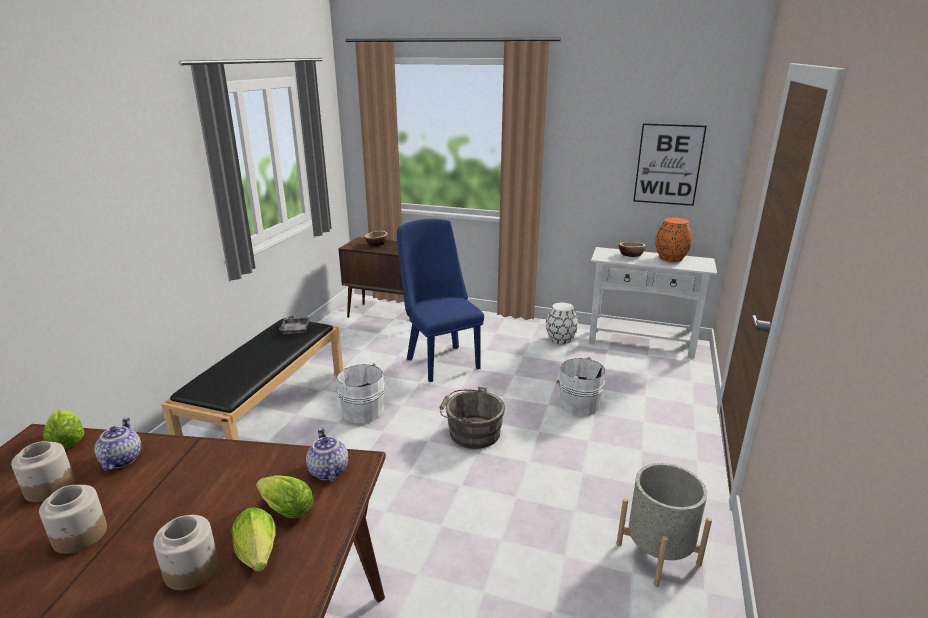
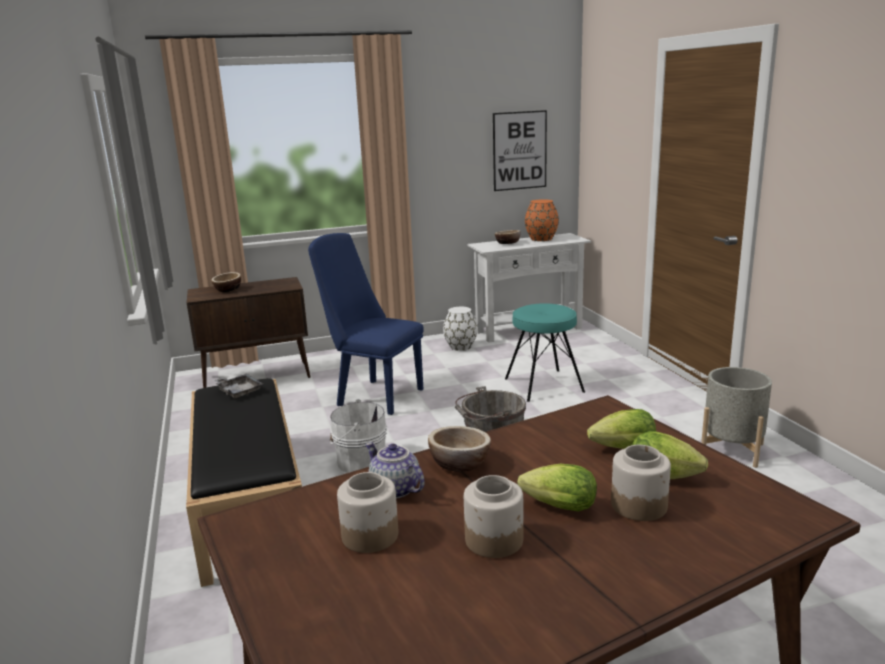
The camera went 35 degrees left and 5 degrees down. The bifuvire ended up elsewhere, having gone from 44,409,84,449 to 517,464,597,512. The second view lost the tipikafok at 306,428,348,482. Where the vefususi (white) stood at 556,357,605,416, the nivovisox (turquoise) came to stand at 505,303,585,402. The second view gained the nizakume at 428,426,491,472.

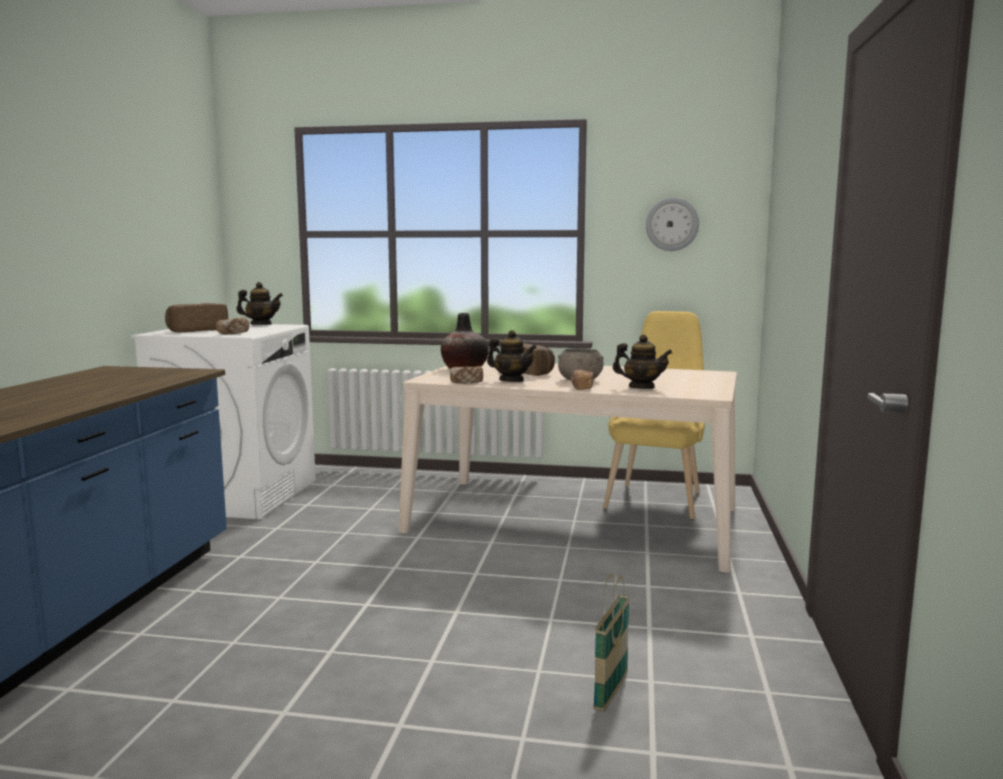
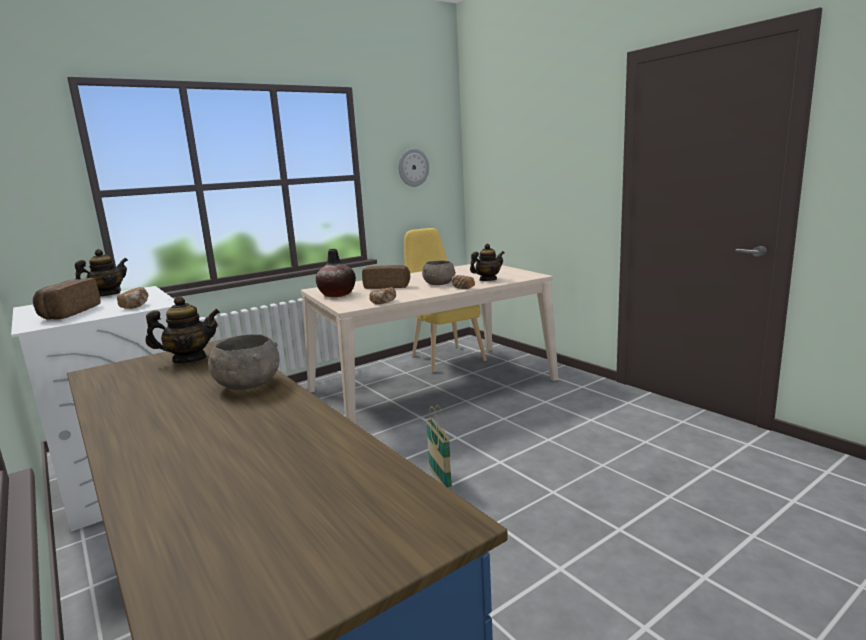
The camera went 45 degrees left and 5 degrees up. The tipikafok ended up elsewhere, having gone from 487,330,537,382 to 146,296,220,363. The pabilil ended up elsewhere, having gone from 593,574,630,712 to 426,405,452,489. The second view gained the nizakume (grey) at 208,334,279,390.

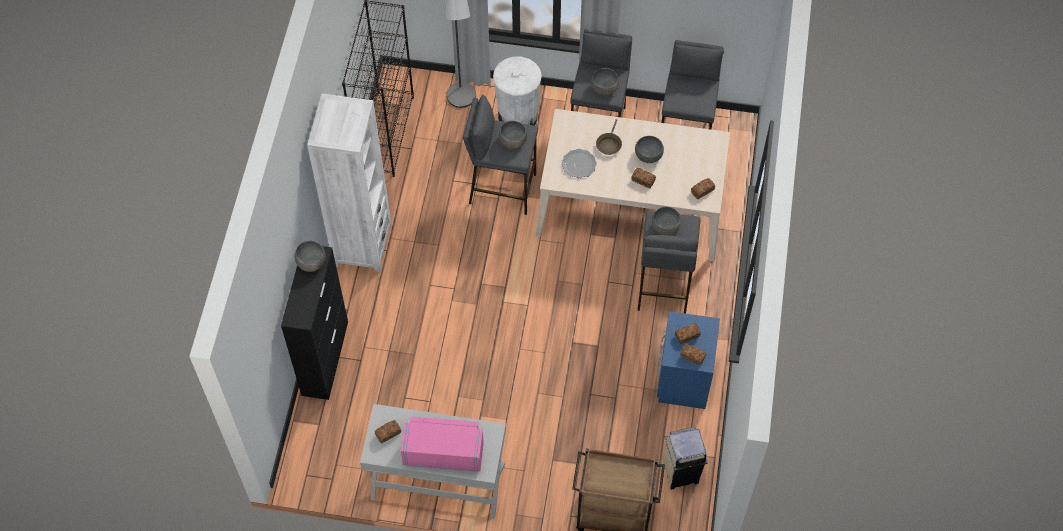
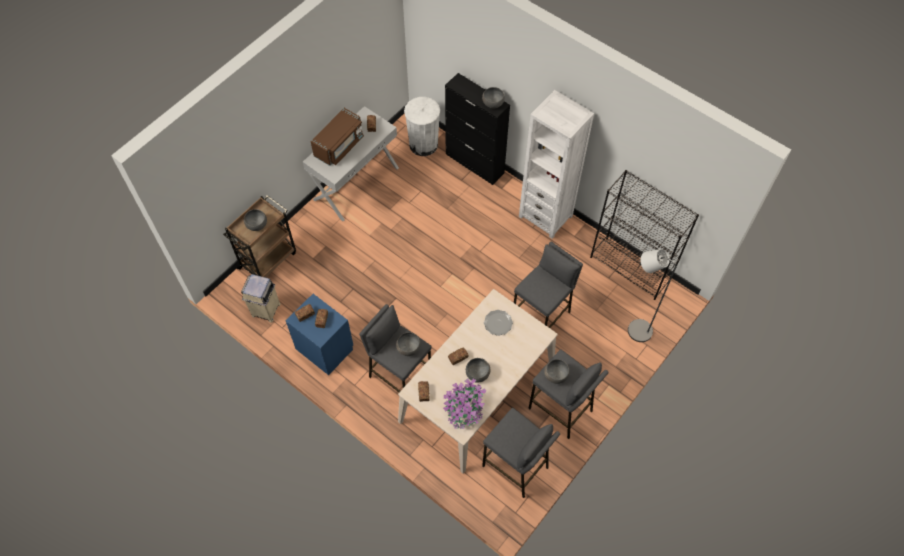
The camera went 120 degrees right and 0 degrees up. What was the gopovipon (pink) at 400,416,484,472 turned into the gopovipon (brown) at 311,108,364,166. The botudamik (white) ended up elsewhere, having gone from 493,57,542,126 to 404,97,440,156. The nizakume (grey) ended up elsewhere, having gone from 499,121,527,149 to 244,209,267,231. The second view lost the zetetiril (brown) at 596,119,622,155. The second view gained the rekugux at 443,379,486,429.

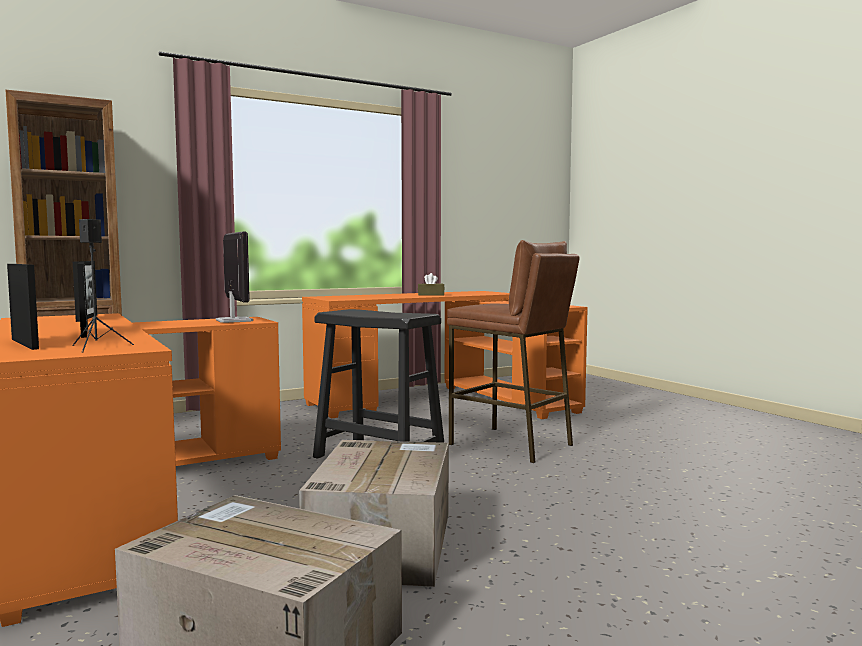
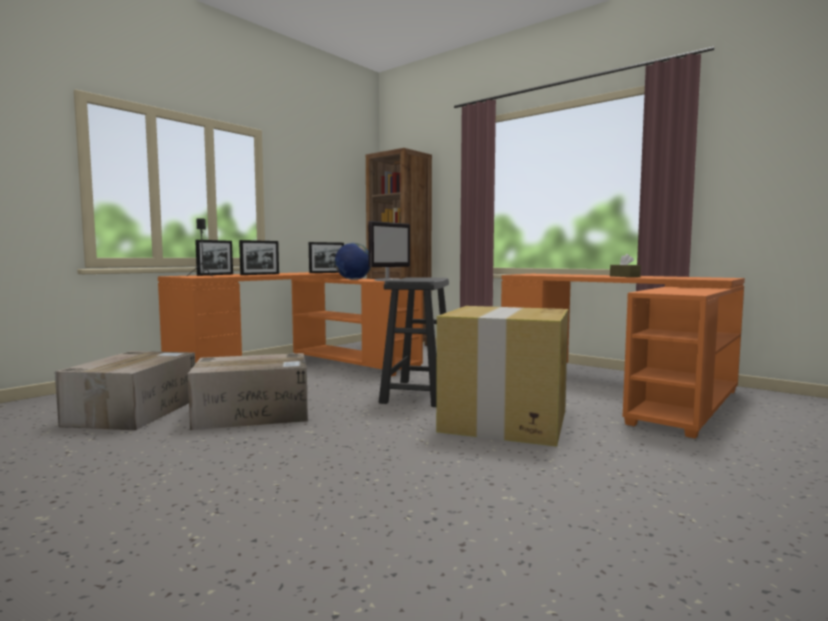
The camera went 70 degrees right and 0 degrees up. Where the nivovisox (brown) stood at 447,240,580,463, the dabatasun came to stand at 436,306,568,447. The second view gained the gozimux at 335,243,371,280.

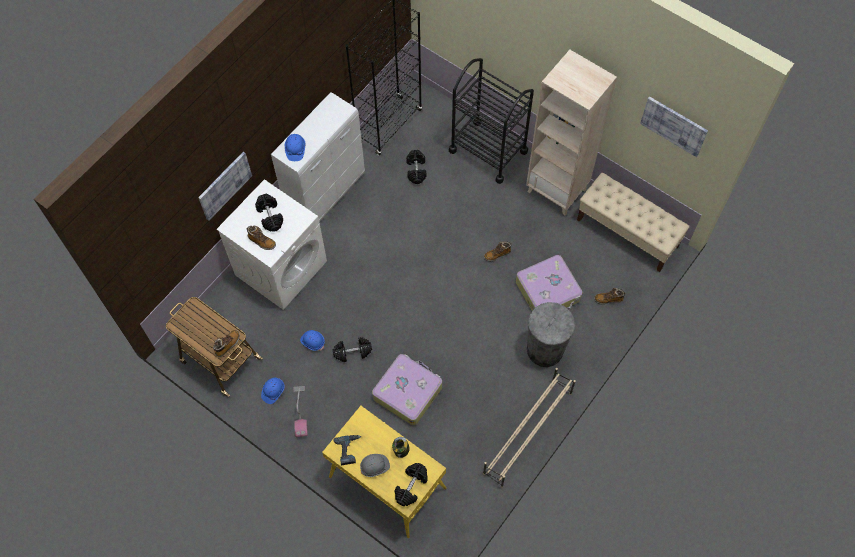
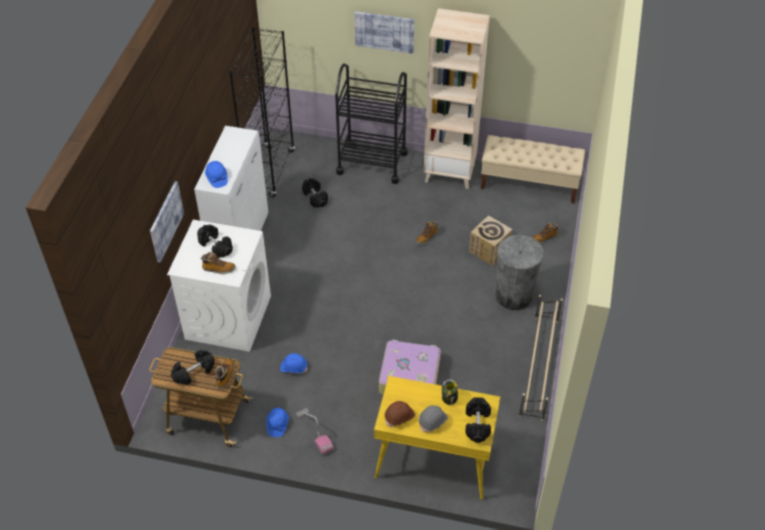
The camera went 25 degrees left and 15 degrees down. The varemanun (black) ended up elsewhere, having gone from 333,337,372,362 to 171,350,215,385. Where the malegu stood at 333,435,361,465, the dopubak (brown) came to stand at 385,401,415,427. Where the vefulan stood at 516,255,582,311, the dabatasun came to stand at 469,215,512,266. The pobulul ended up elsewhere, having gone from 640,96,708,157 to 355,11,414,54.

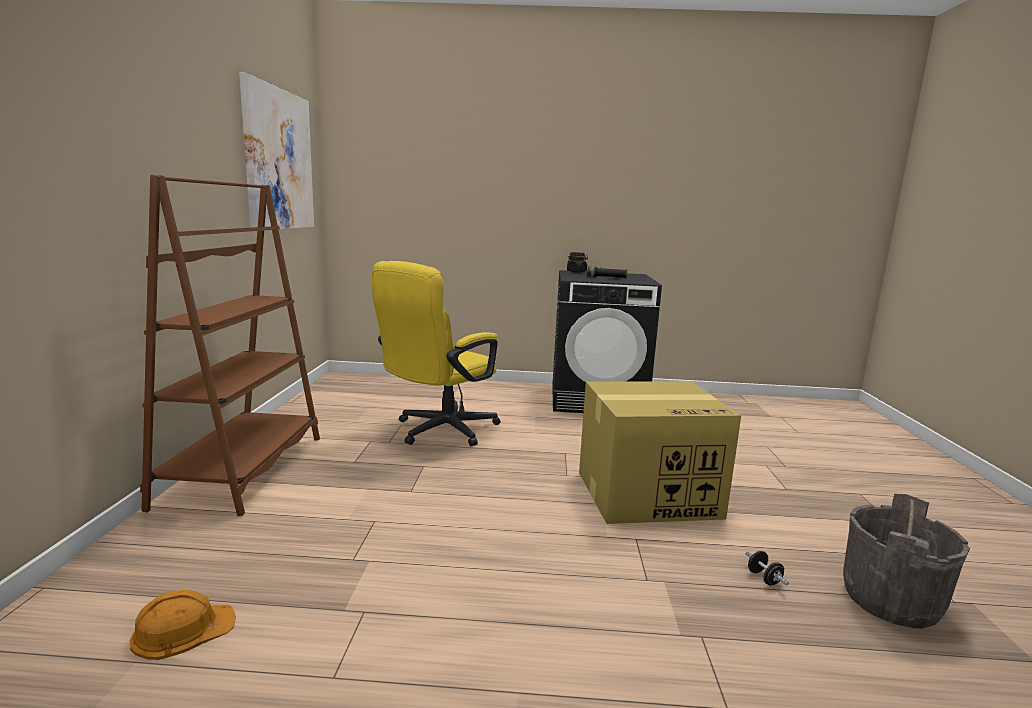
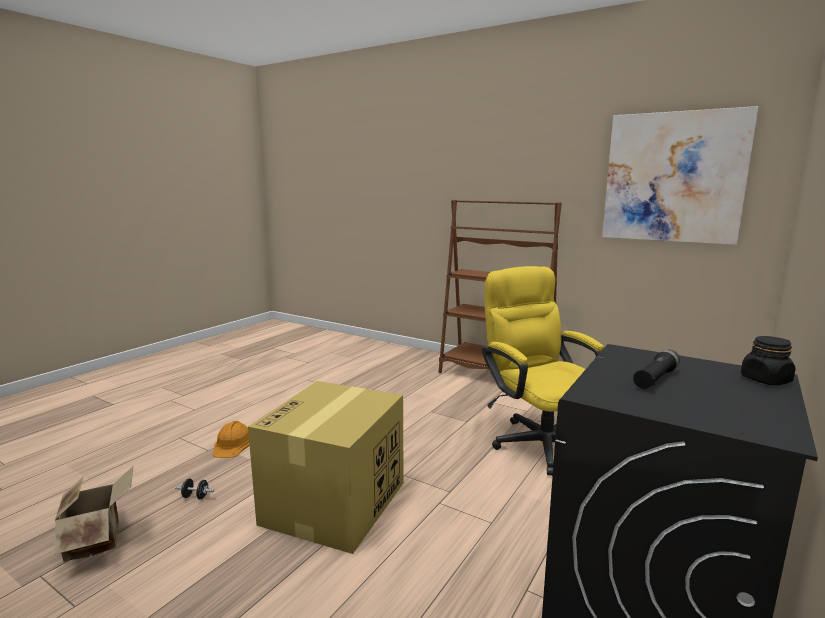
The camera went 120 degrees right and 0 degrees up. The dopubak (orange) ended up elsewhere, having gone from 130,590,236,660 to 213,421,250,458. Where the vefususi (grey) stood at 843,494,970,628, the dabatasun came to stand at 54,467,133,562.

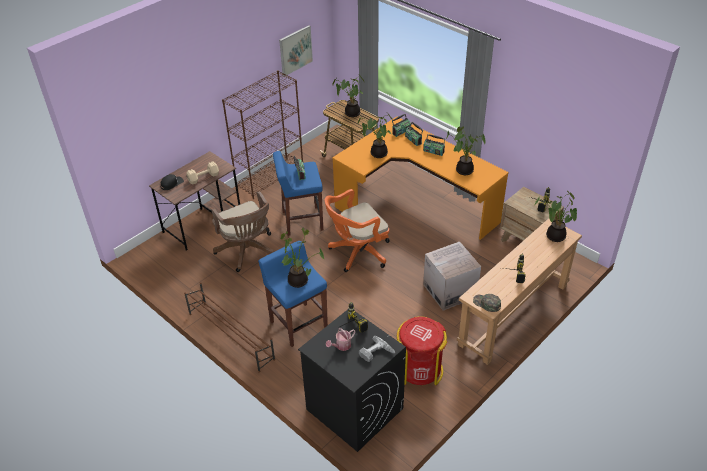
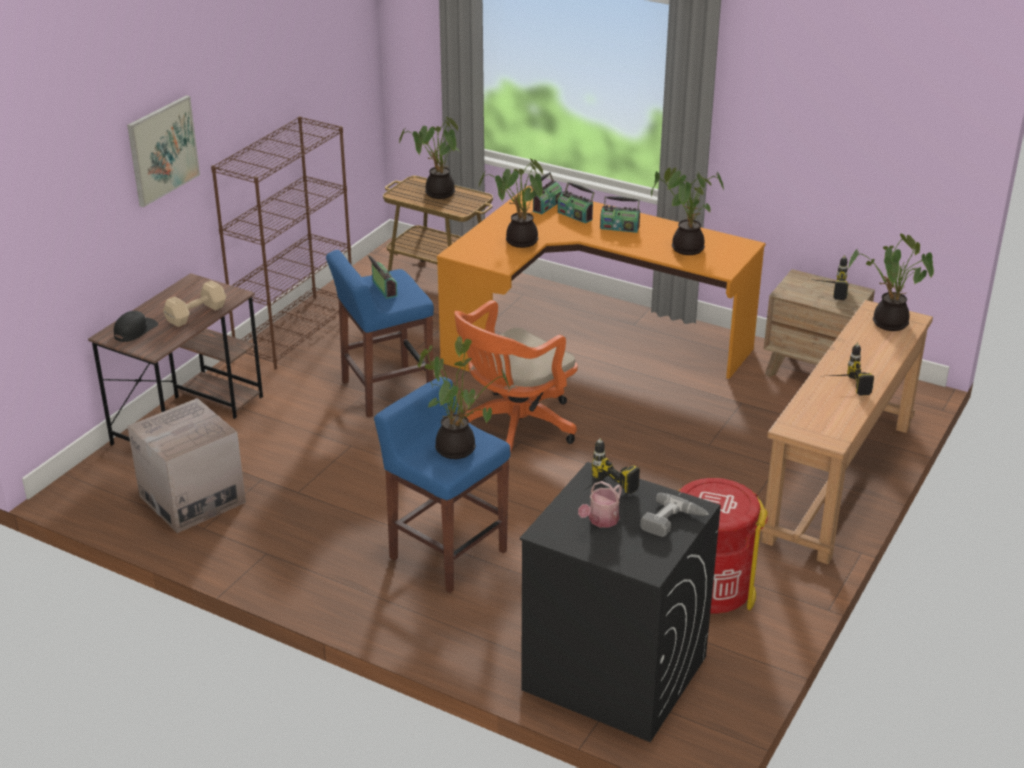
The camera went 15 degrees left and 10 degrees down. The second view lost the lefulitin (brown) at 184,282,275,373. The second view lost the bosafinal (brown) at 212,191,275,272. The pobulul ended up elsewhere, having gone from 279,25,313,77 to 127,95,200,207. The dabatasun ended up elsewhere, having gone from 423,242,481,311 to 127,398,246,533. The second view lost the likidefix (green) at 473,294,501,312.

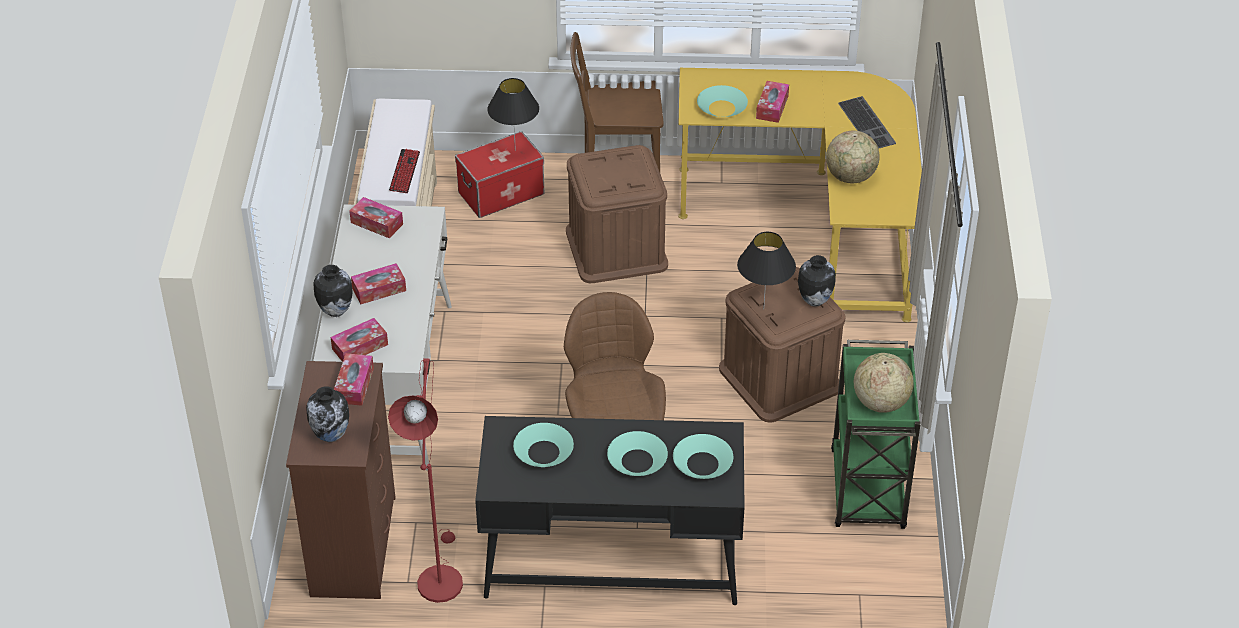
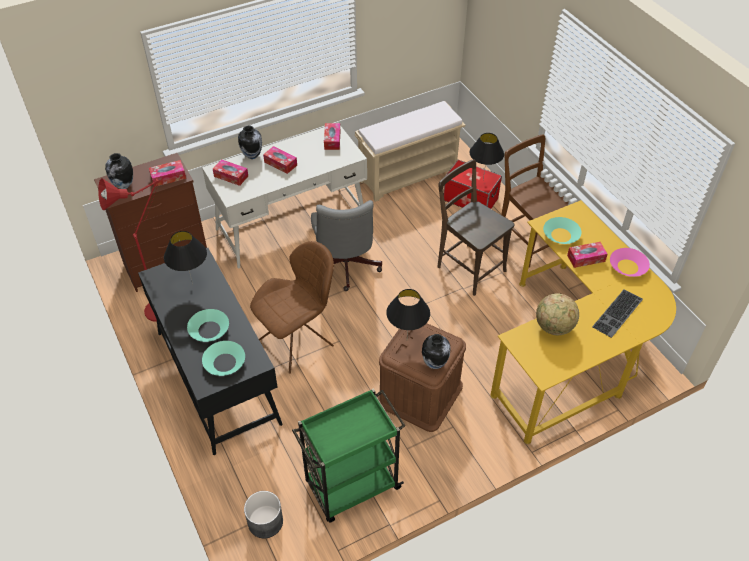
The camera went 60 degrees right and 5 degrees up. The second view lost the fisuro at 389,149,420,193. Where the nizakume (turquoise) stood at 513,423,574,467, the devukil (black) came to stand at 164,231,207,285. Where the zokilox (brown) stood at 566,145,668,283, the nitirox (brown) came to stand at 438,159,514,296. The second view lost the gozimux at 854,353,914,413. The second view gained the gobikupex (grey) at 244,491,283,538. The second view gained the bosafinal (grey) at 311,200,382,291. The second view gained the nizakume (pink) at 610,248,650,277.

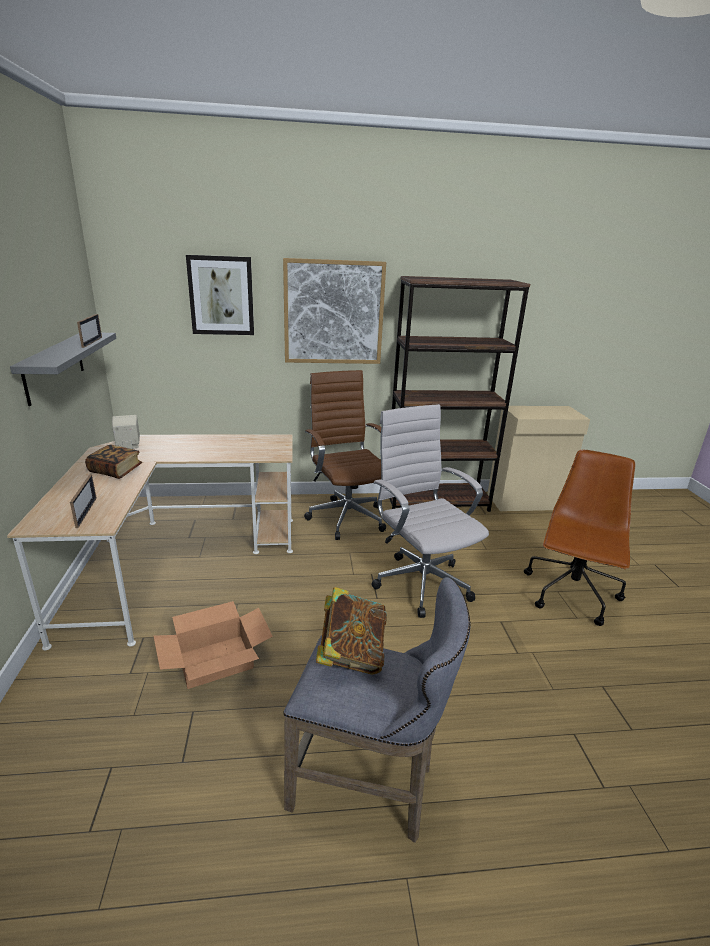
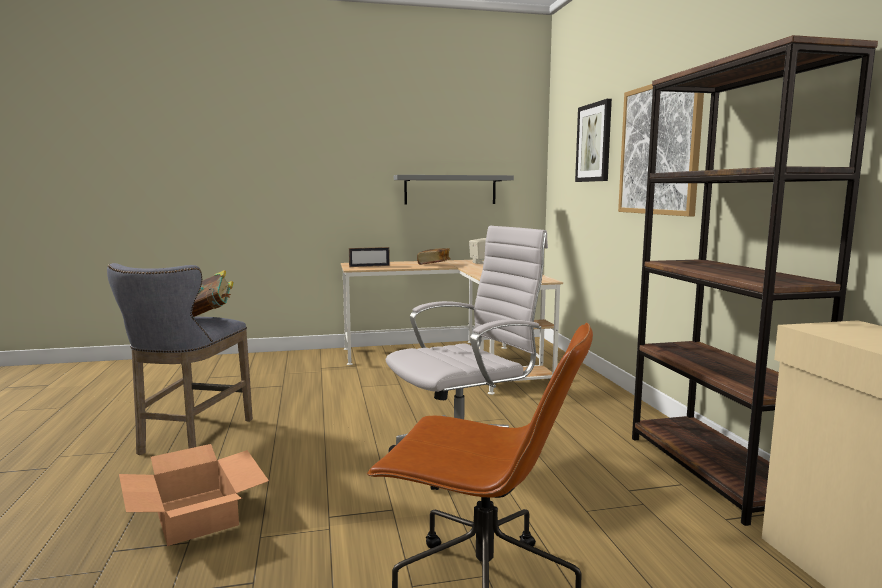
The camera went 85 degrees right and 15 degrees down. The second view lost the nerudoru at 77,314,102,348. The dabatasun ended up elsewhere, having gone from 153,601,273,689 to 119,444,269,546. The second view lost the bosafinal (brown) at 304,370,386,540.

